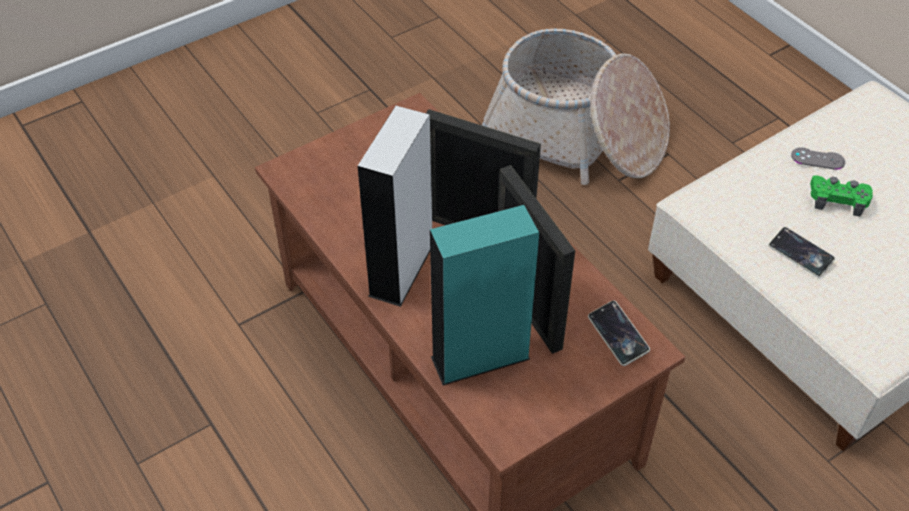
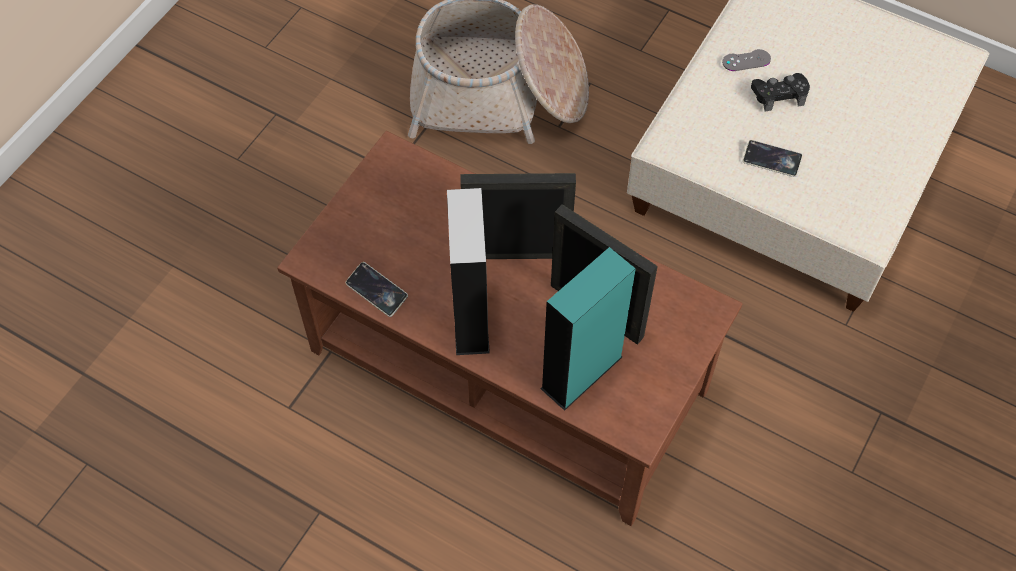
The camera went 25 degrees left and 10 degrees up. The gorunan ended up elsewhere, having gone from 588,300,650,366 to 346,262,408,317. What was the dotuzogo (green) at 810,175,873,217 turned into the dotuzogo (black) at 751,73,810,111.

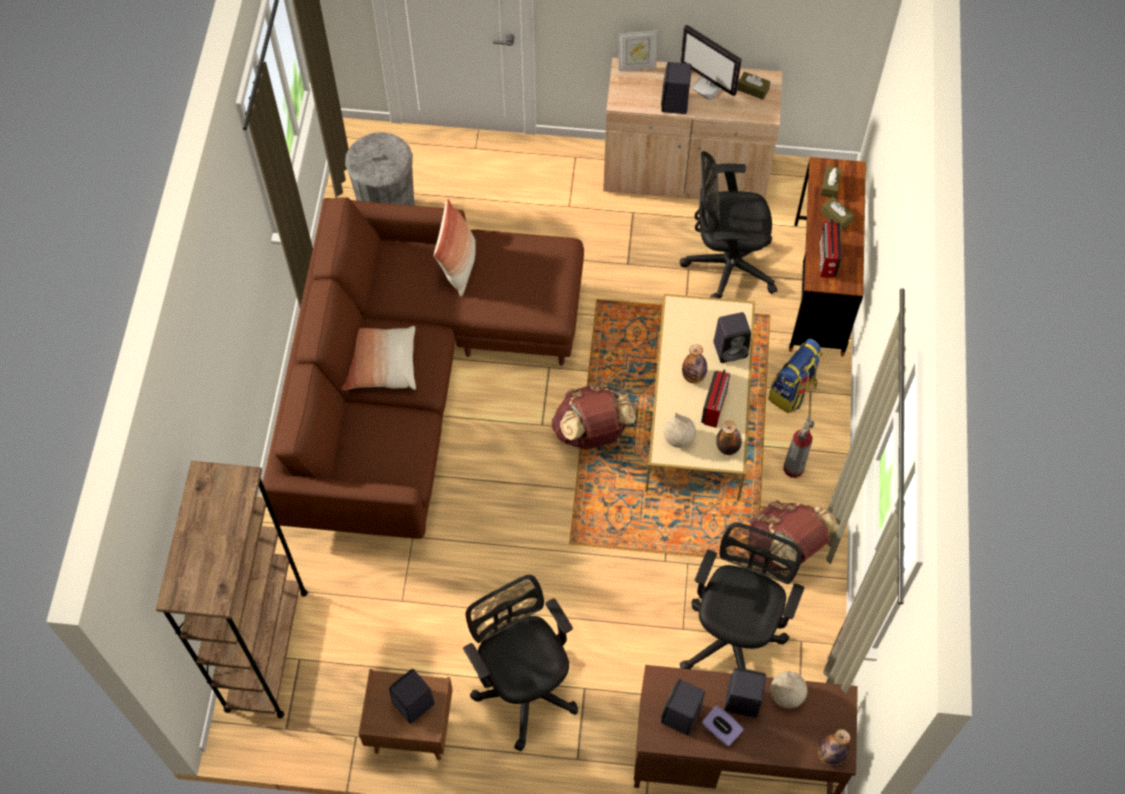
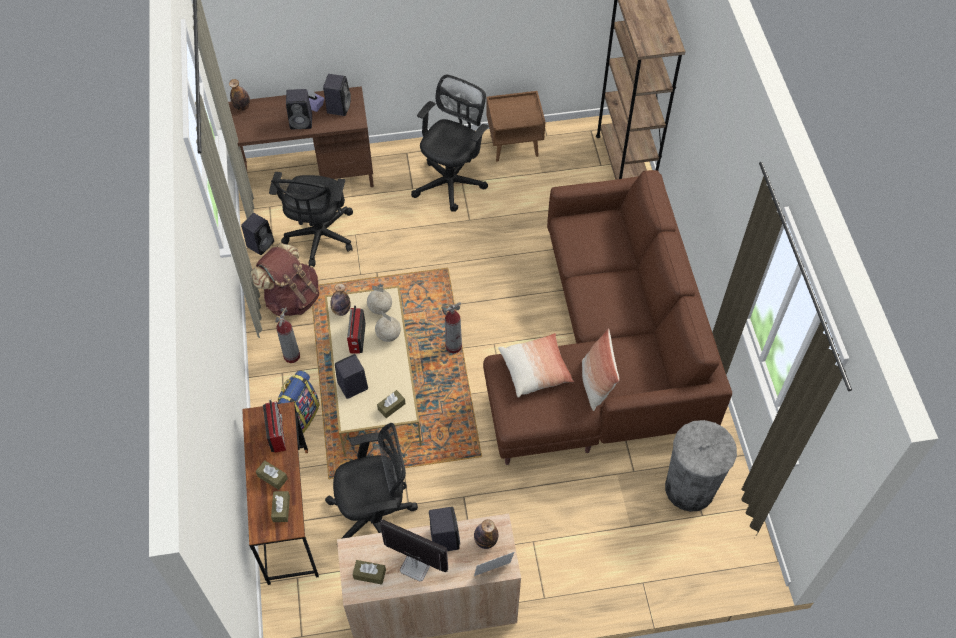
The camera went 165 degrees right and 5 degrees down. The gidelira ended up elsewhere, having gone from 342,326,416,390 to 498,333,574,398. The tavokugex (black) ended up elsewhere, having gone from 389,669,435,724 to 241,213,274,255. The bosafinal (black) at 463,575,578,752 ended up facing another way, 105 degrees counterclockwise from before. Where the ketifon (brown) stood at 551,384,636,450, the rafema came to stand at 442,303,462,353. The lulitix ended up elsewhere, having gone from 682,344,707,384 to 474,519,498,549. The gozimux ended up elsewhere, having gone from 770,671,807,709 to 375,312,401,342. The second view gained the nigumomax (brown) at 377,390,406,418.

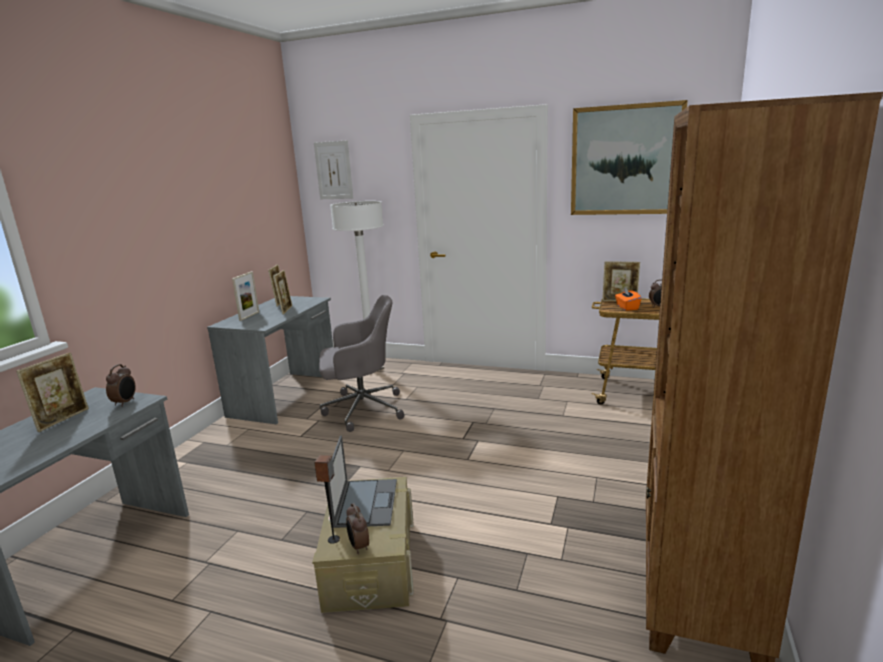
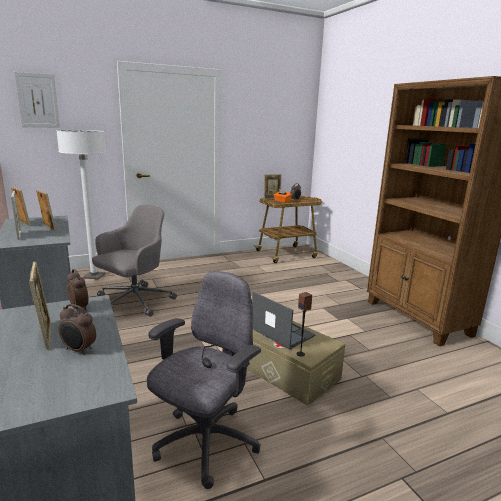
The camera went 45 degrees left and 0 degrees up. The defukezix ended up elsewhere, having gone from 346,503,369,554 to 58,304,96,355. The second view lost the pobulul at 571,100,688,215. The second view gained the bosafinal (grey) at 147,271,261,489.

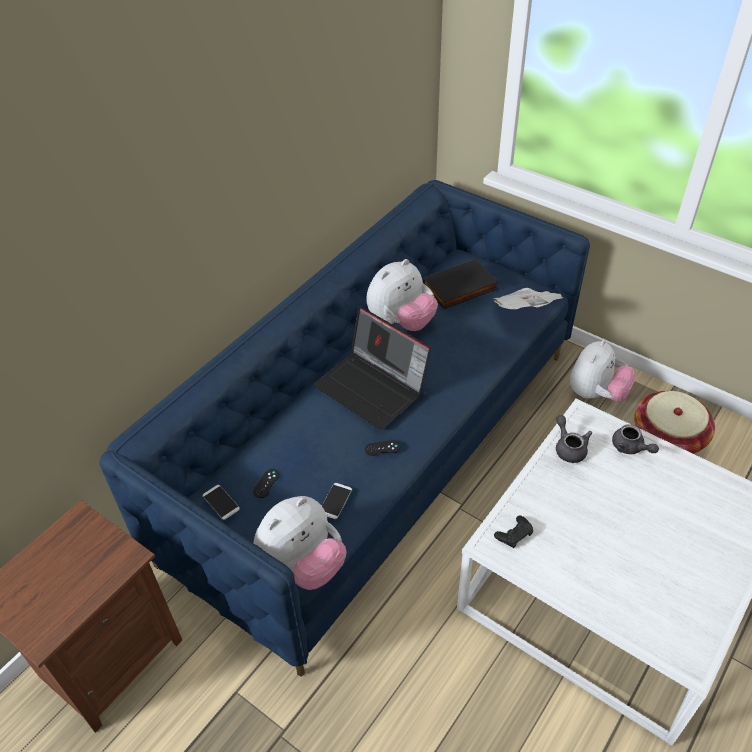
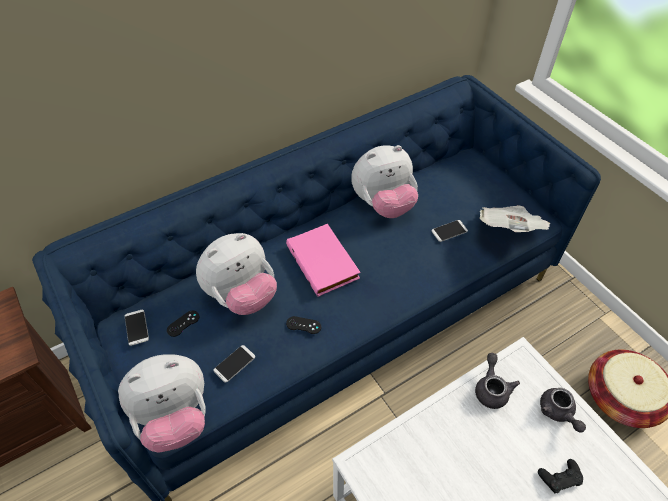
The camera went 20 degrees right and 5 degrees up. Where the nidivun stood at 314,306,431,430, the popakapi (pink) came to stand at 286,224,360,297. The second view lost the popakapi (black) at 423,258,499,309. The dotuzogo (black) ended up elsewhere, having gone from 494,515,533,548 to 538,459,583,493. The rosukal ended up elsewhere, having gone from 570,339,636,402 to 196,233,277,315. The second view gained the gorunan at 431,220,468,242.

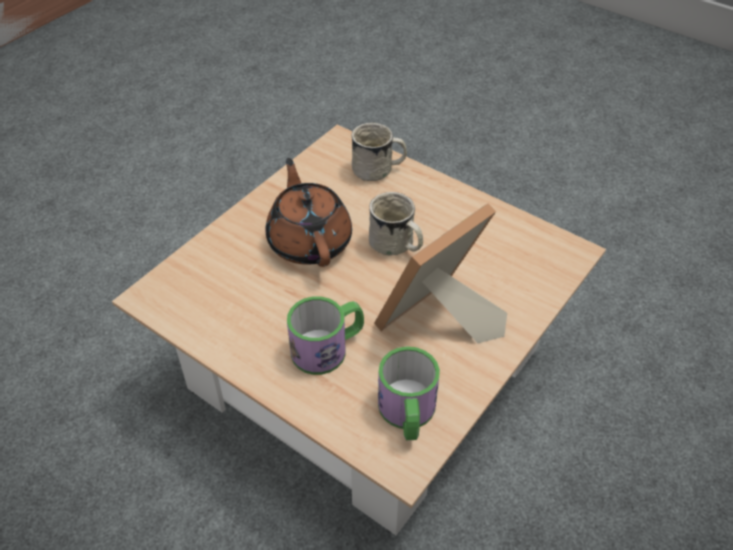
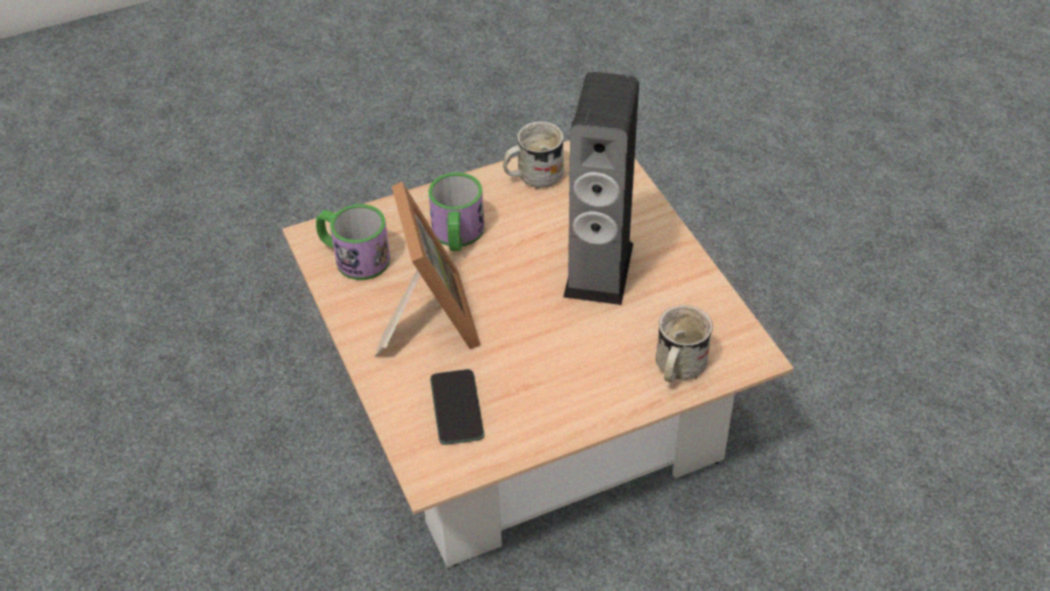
The camera went 120 degrees right and 0 degrees up. Where the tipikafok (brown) stood at 266,158,352,267, the tavokugex came to stand at 563,72,639,305. The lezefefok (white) ended up elsewhere, having gone from 369,192,423,256 to 503,121,564,189. The second view gained the gorunan at 430,369,484,445.

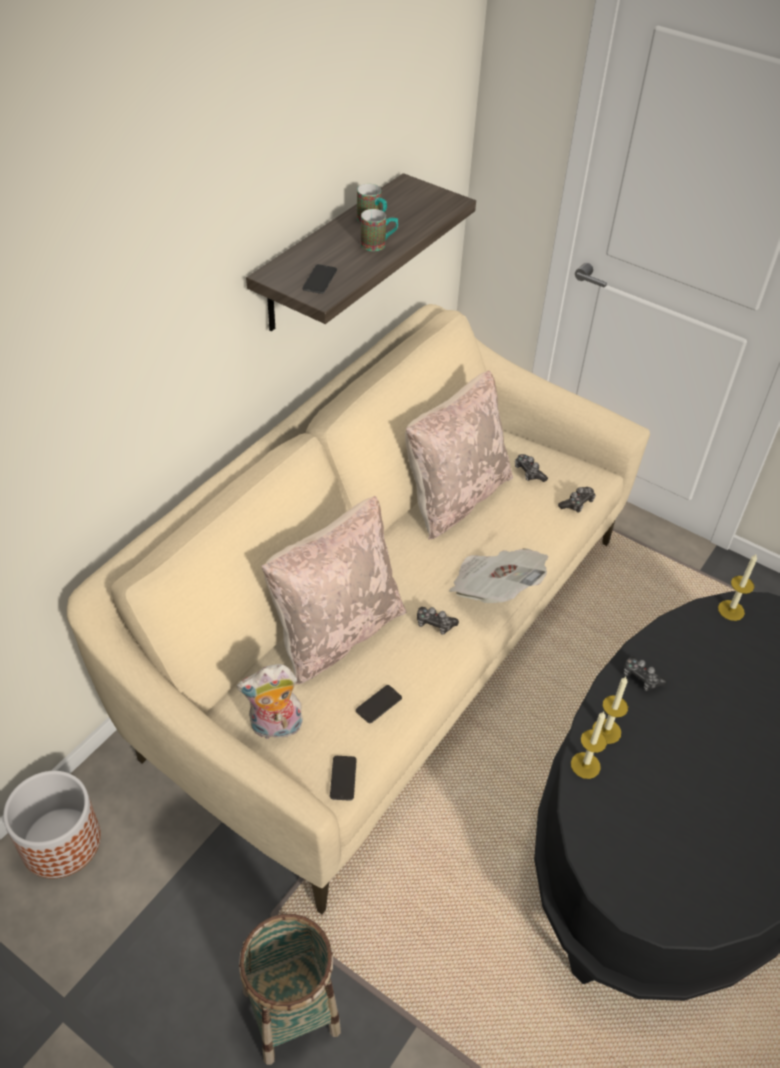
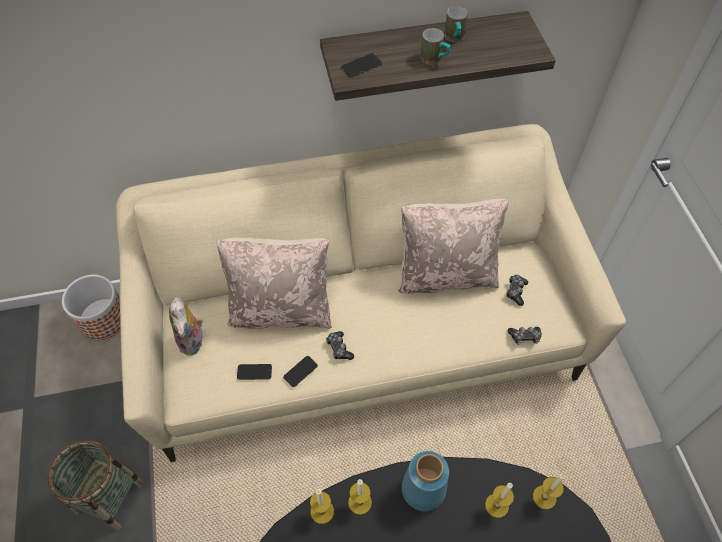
The camera went 45 degrees right and 10 degrees up. The rosukal at 237,664,303,739 ended up facing another way, 135 degrees counterclockwise from before. The gorunan ended up elsewhere, having gone from 330,756,357,801 to 283,356,318,387. The second view lost the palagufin at 449,548,548,603. Where the dotuzogo stood at 624,656,667,691, the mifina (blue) came to stand at 402,451,449,511. The second view gained the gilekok at 485,483,514,518.

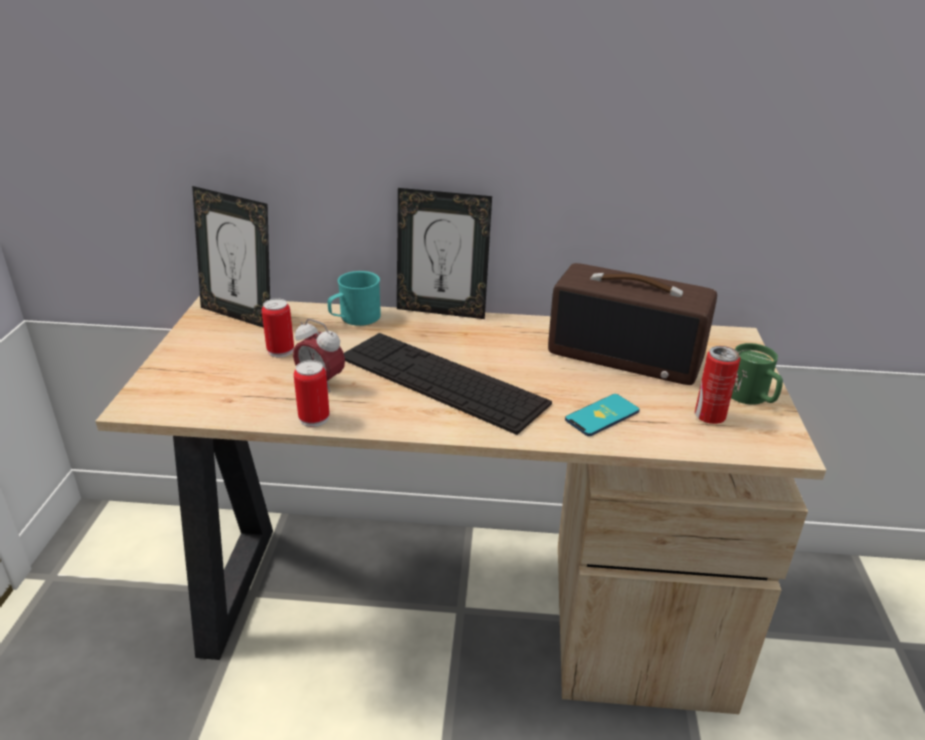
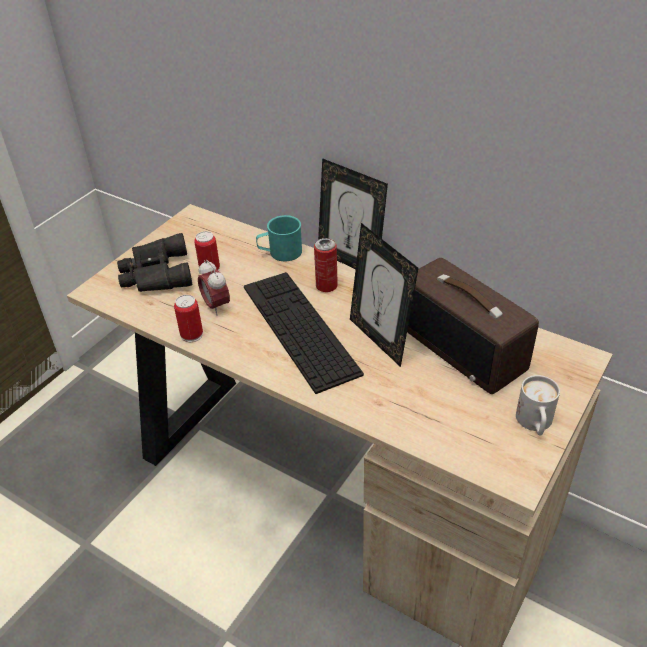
The camera went 30 degrees right and 10 degrees up. The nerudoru ended up elsewhere, having gone from 192,186,270,328 to 350,223,418,367. The second view lost the gorunan at 565,394,640,436. The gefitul ended up elsewhere, having gone from 695,346,740,424 to 314,238,338,292. What was the lezefefok (green) at 731,343,783,405 turned into the lezefefok (white) at 516,375,560,435. The second view gained the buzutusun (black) at 117,233,192,292.

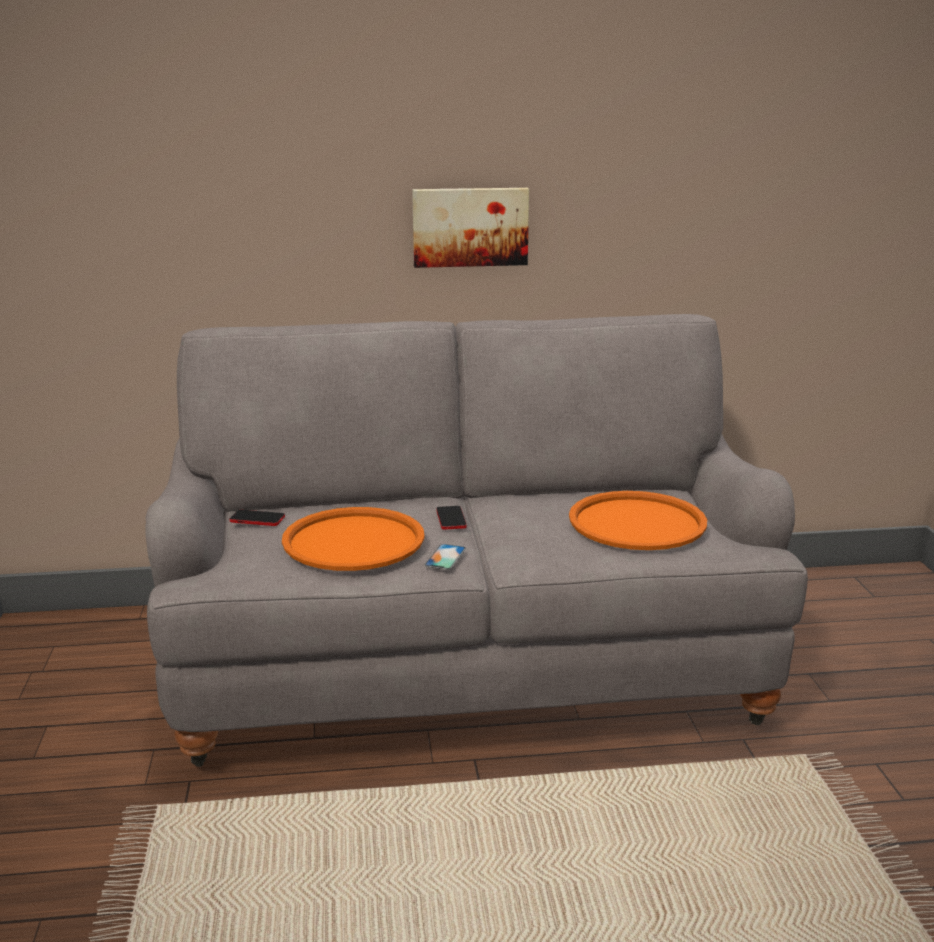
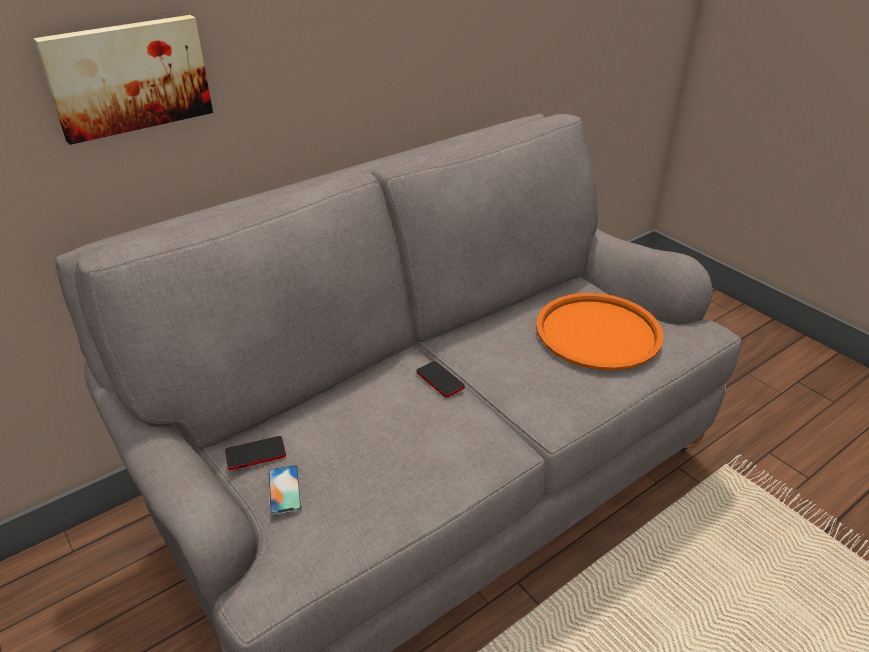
The camera went 30 degrees left and 15 degrees up. The second view lost the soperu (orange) at 282,507,424,571. The pobulul ended up elsewhere, having gone from 412,188,529,268 to 33,15,213,145. The gorunan ended up elsewhere, having gone from 424,544,466,570 to 268,465,302,515.

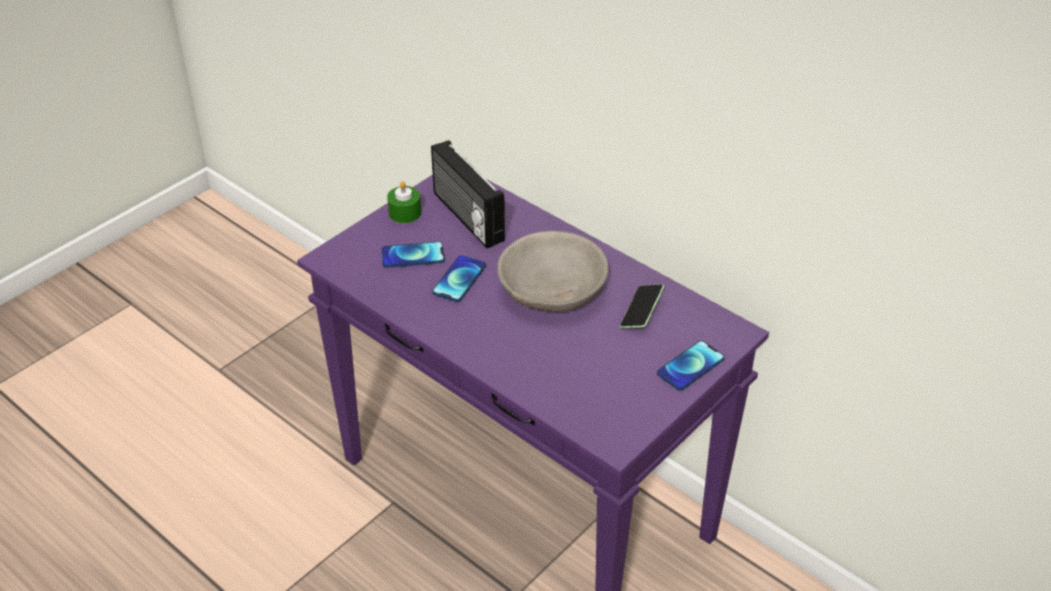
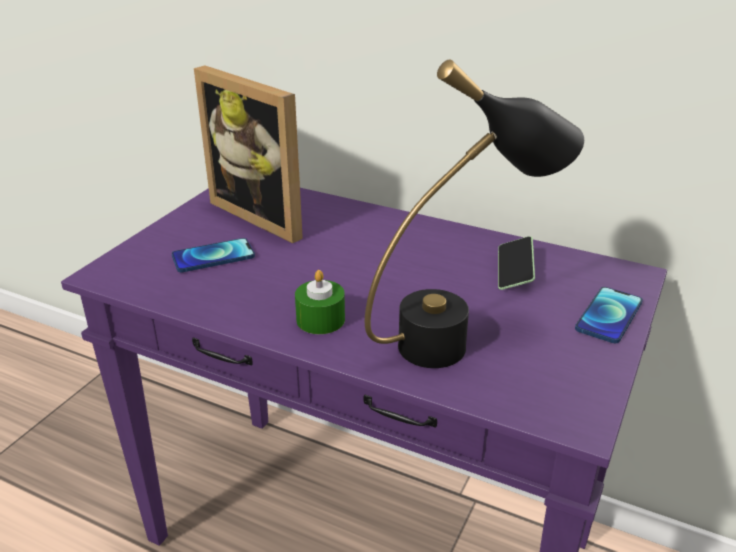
The camera went 15 degrees left and 10 degrees down. The gilekok (green) ended up elsewhere, having gone from 387,181,421,223 to 295,270,345,334. Where the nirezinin stood at 431,140,505,248, the nerudoru came to stand at 194,66,303,244. The second view lost the gorunan at 432,255,486,302. The second view lost the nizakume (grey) at 497,231,608,312. The second view gained the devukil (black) at 365,59,584,368.

